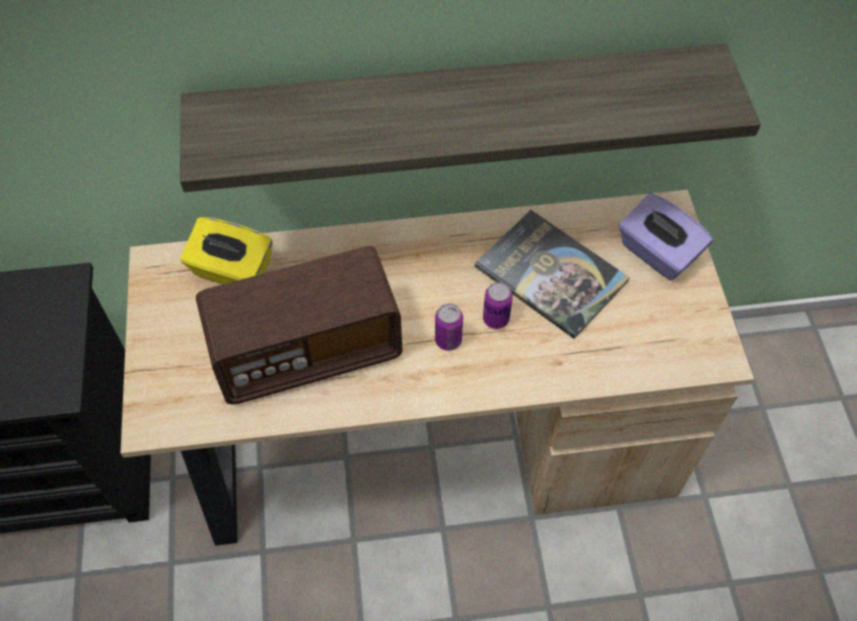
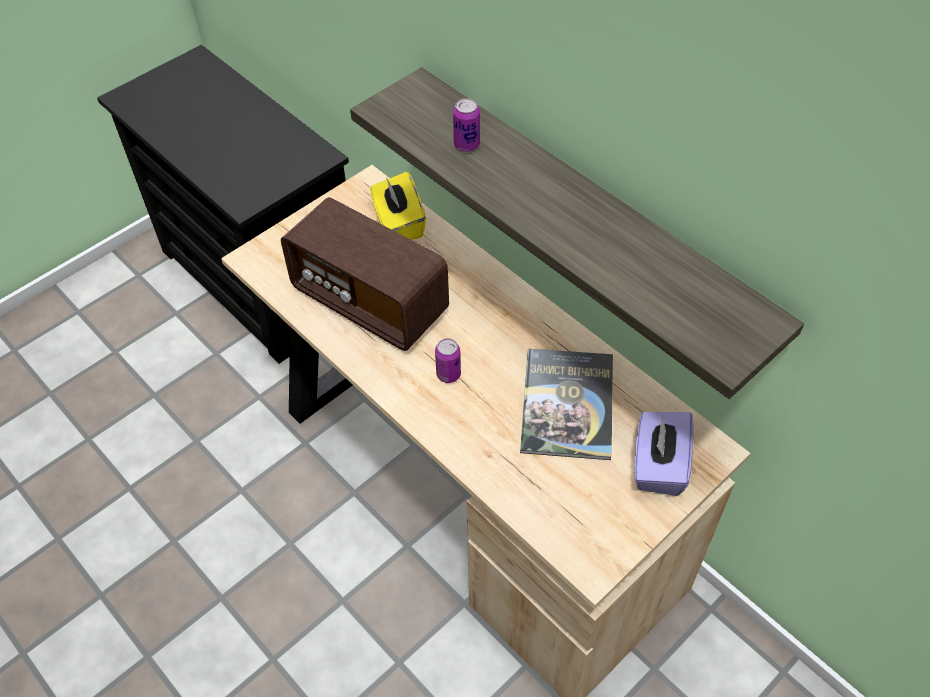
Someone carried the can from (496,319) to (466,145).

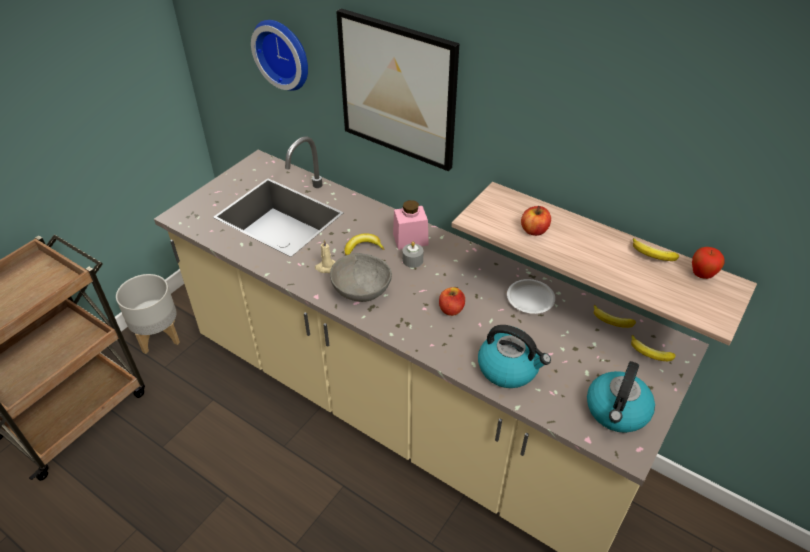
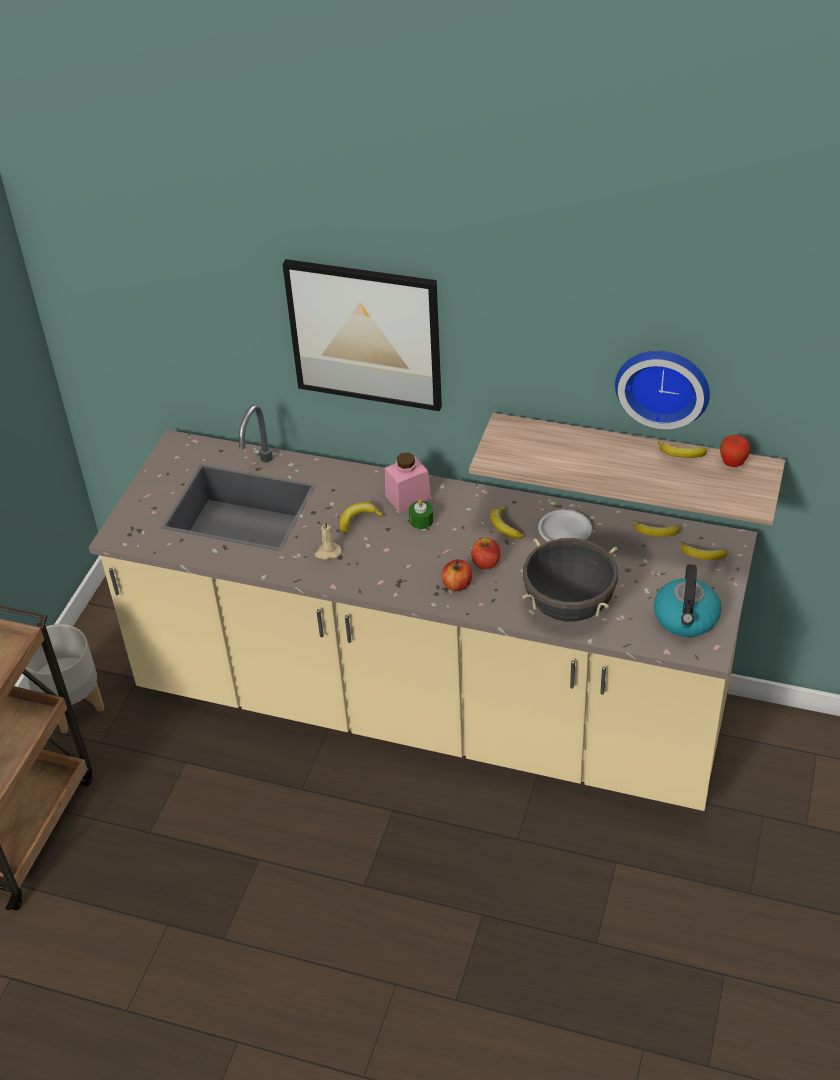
Someone took away the deep dish/gray at (360,291).
Someone put down the banana at (504,527).
Someone carried the hanging clock from (284,53) to (663,384).
Someone carried the whole apple from (534,230) to (457,584).
Someone swapped the tea kettle at (509,368) for the stockpot/black at (568,606).
Someone repainted the wax light/gray at (412,260), which became the wax light/green-coloured at (421,520).

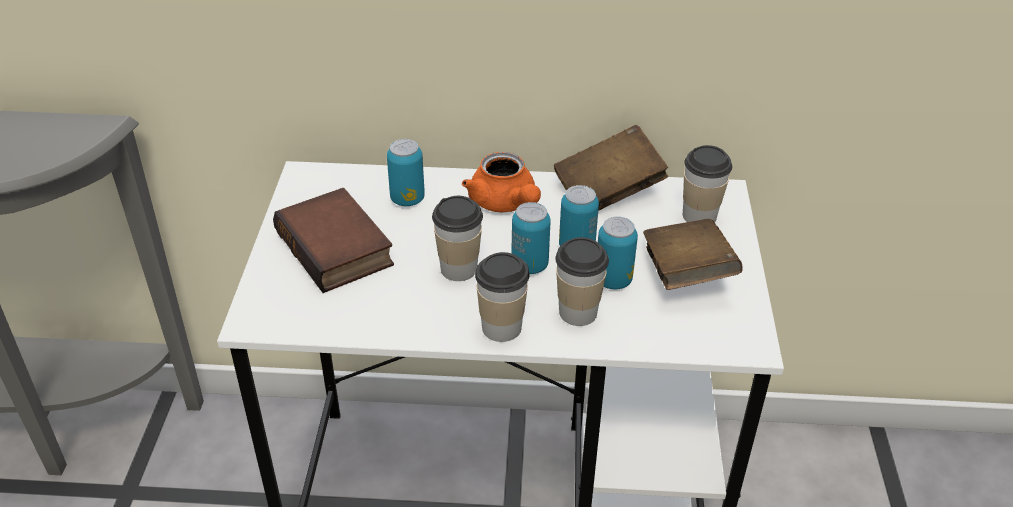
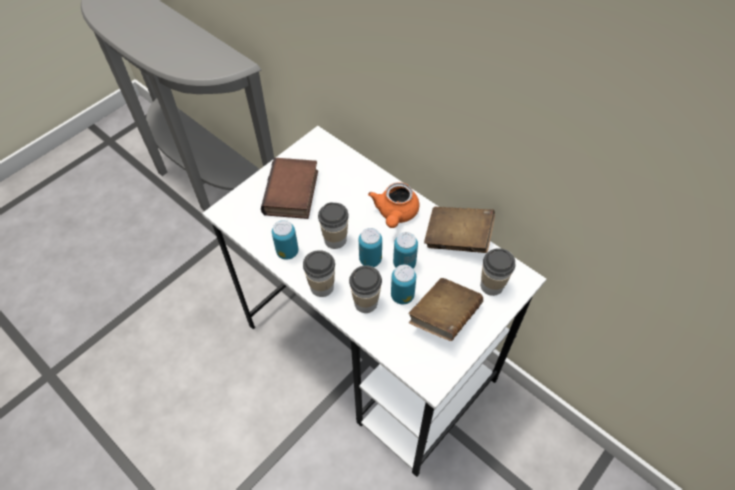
Someone carried the can from (407,199) to (287,252).

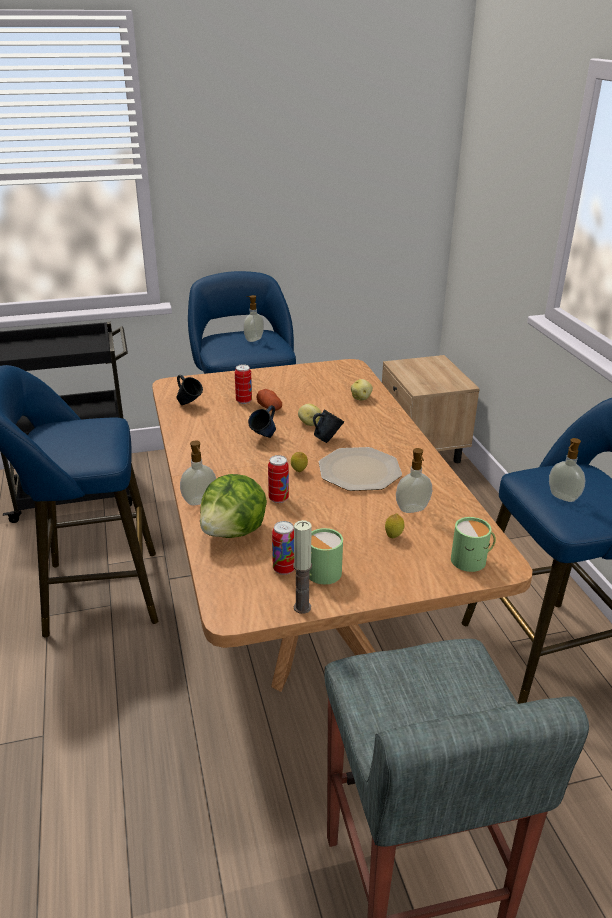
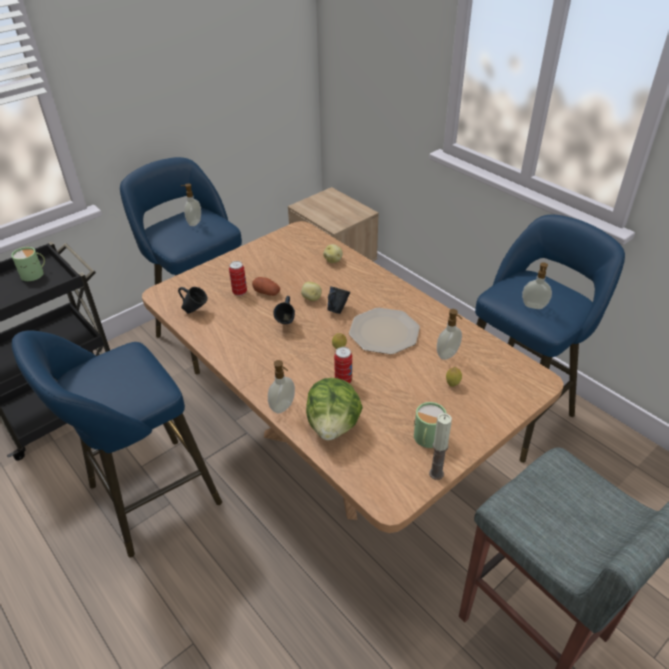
Someone took away the can at (284,569).
Someone carried the tea mug/green-coloured from (472,560) to (35,274).

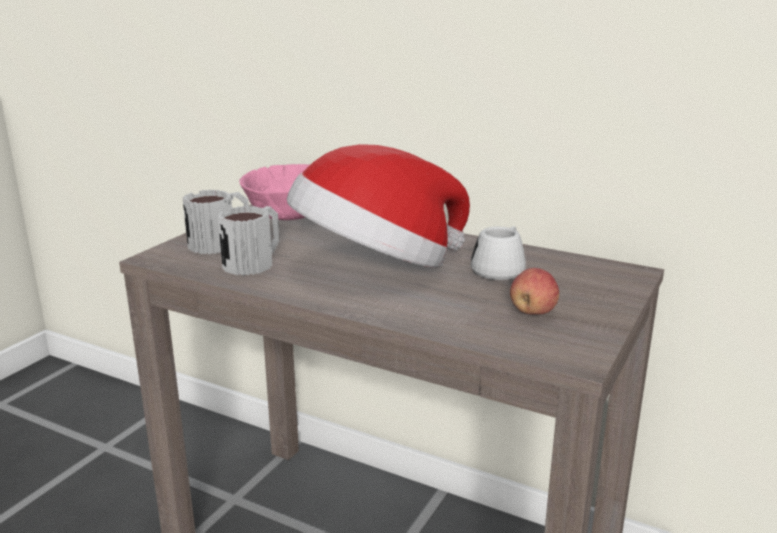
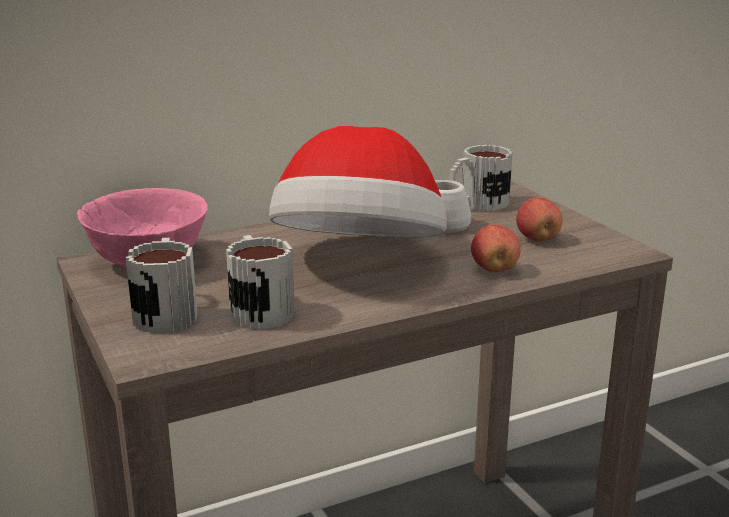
Someone put down the tea mug at (476,204).
Someone put down the whole apple at (494,269).

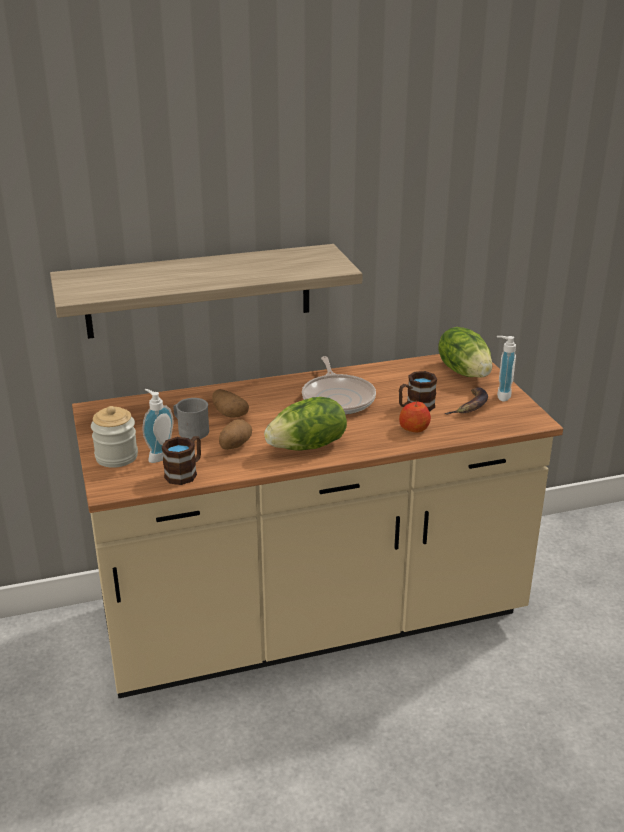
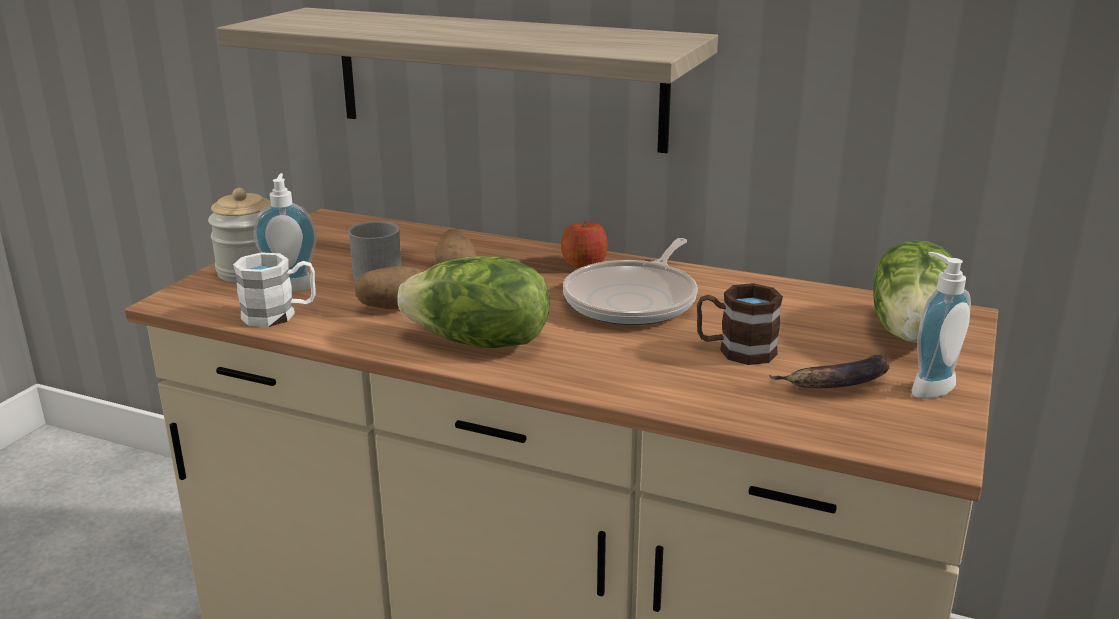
Someone carried the whole apple from (414,428) to (584,264).
Someone repainted the tea mug/brownish at (185,472), which became the tea mug/white at (280,314).

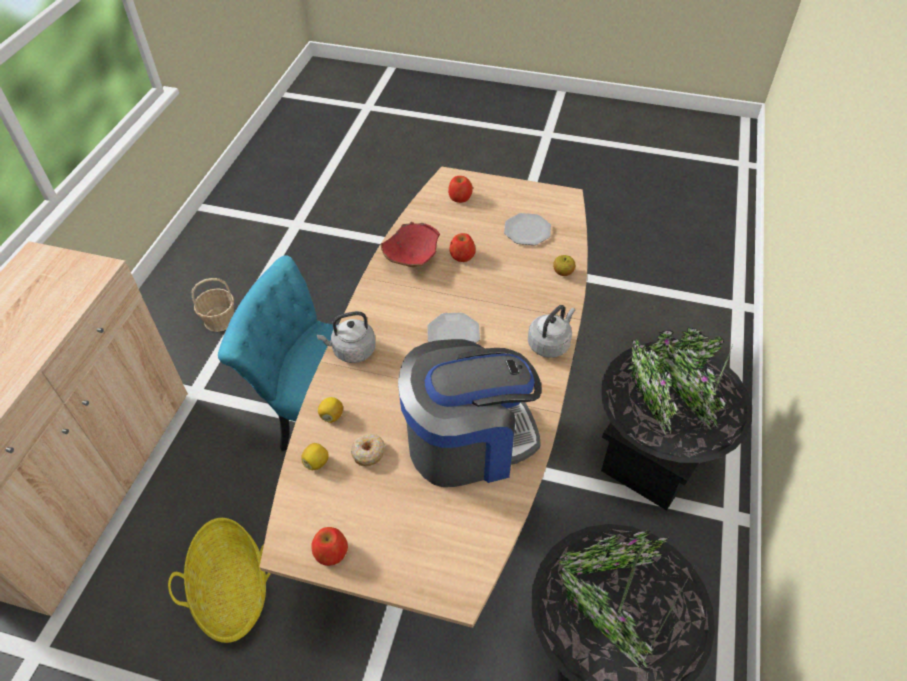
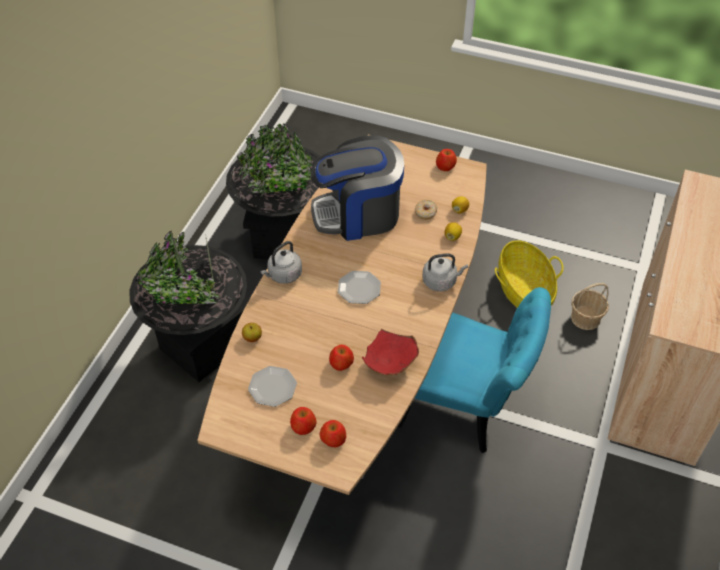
Someone put down the whole apple at (303,426).
Someone carried the household basket from (219,319) to (586,318).

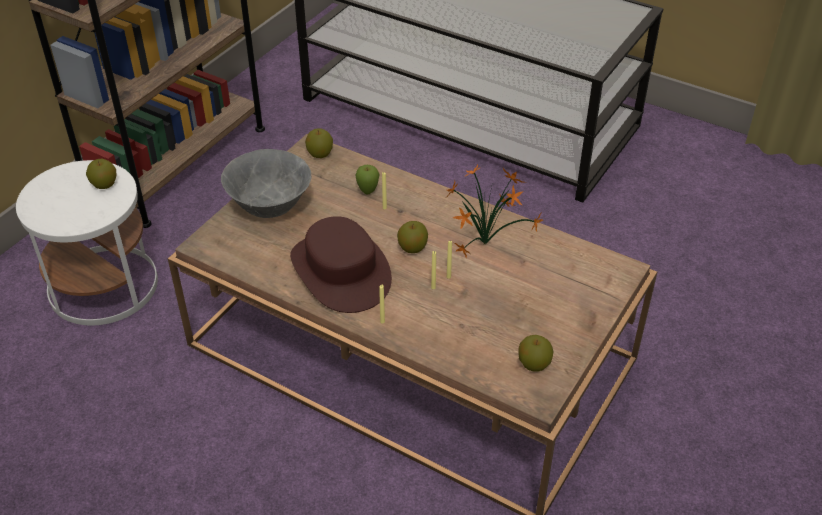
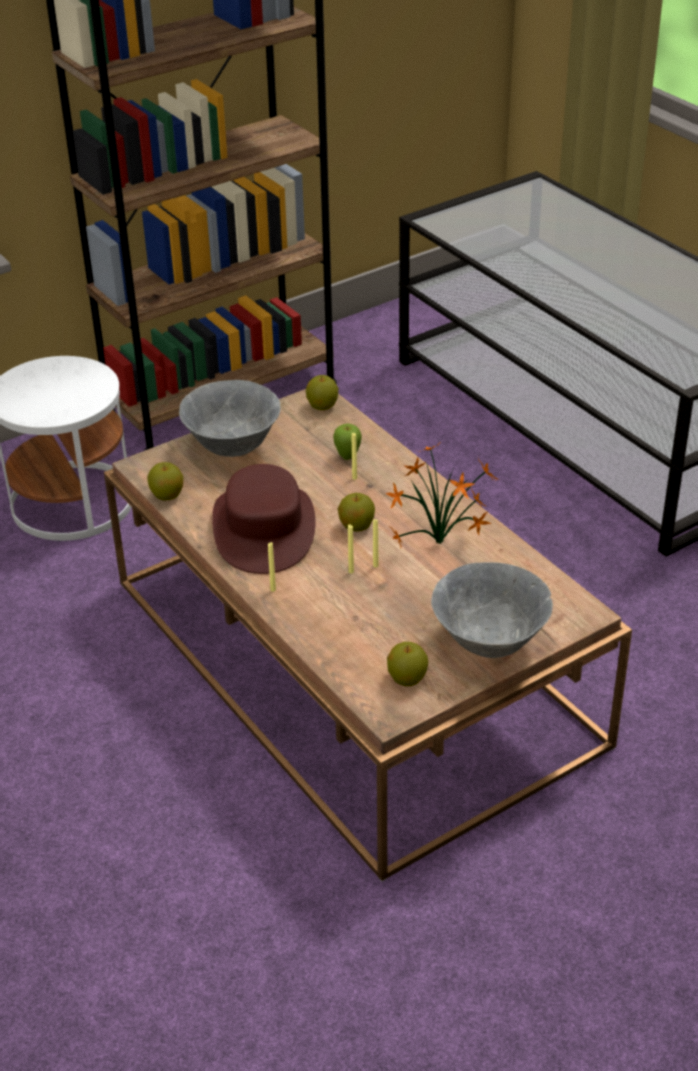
Someone put down the deep dish/gray at (489,643).
Someone carried the whole apple from (104,185) to (167,495).

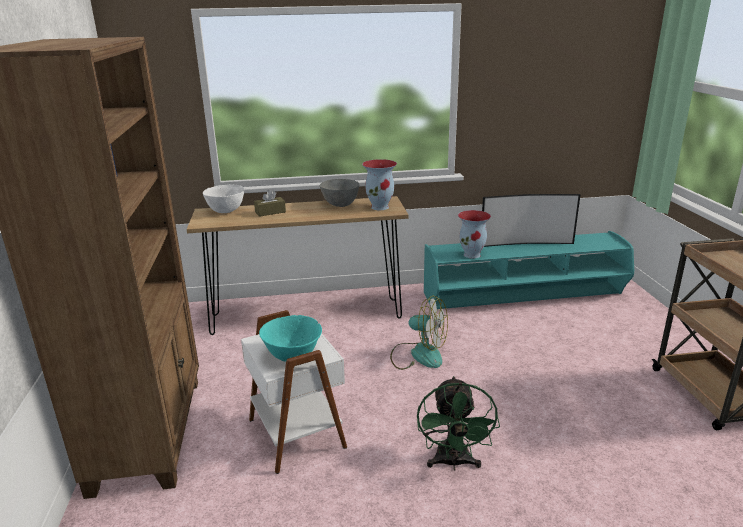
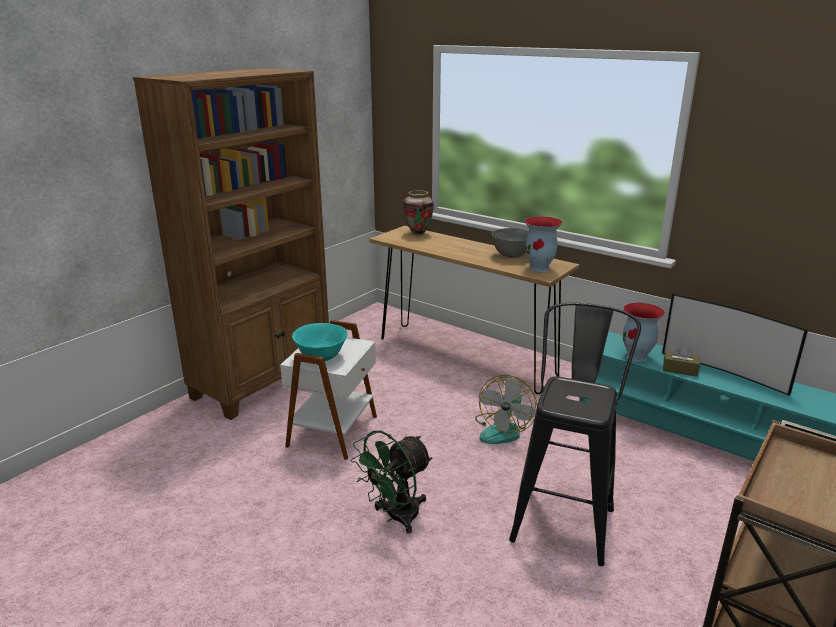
Someone put down the stool/black at (565,517).
Someone carried the tissue box/brownish from (270,212) to (680,370).
Someone swapped the deep dish/white at (225,211) for the vase at (418,234).
Someone rotated the cooling fan at (418,355) by 45 degrees clockwise.

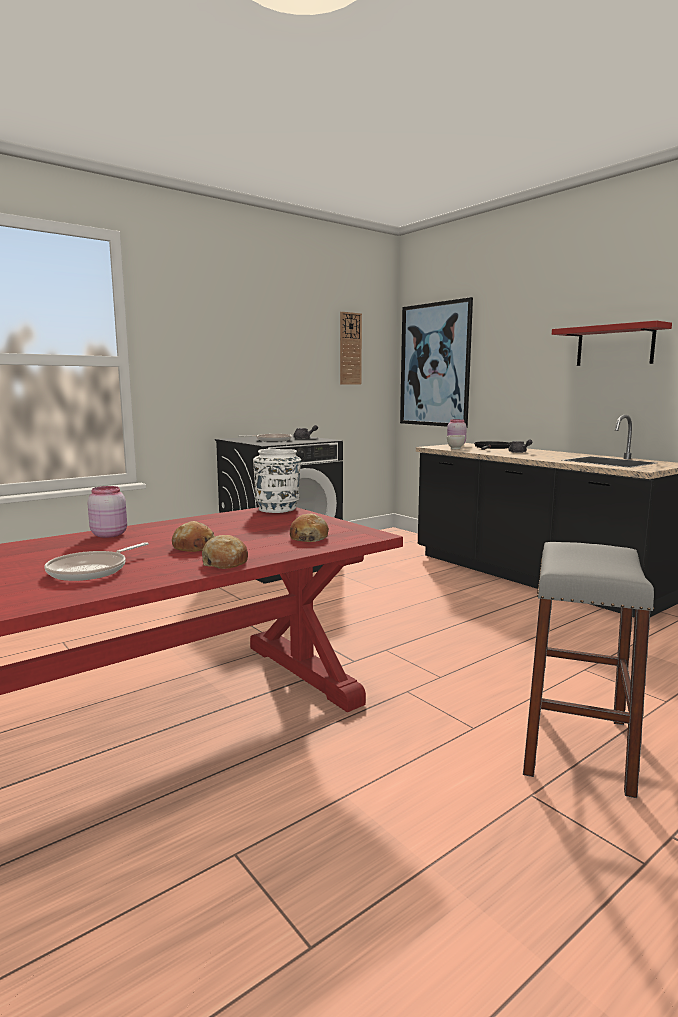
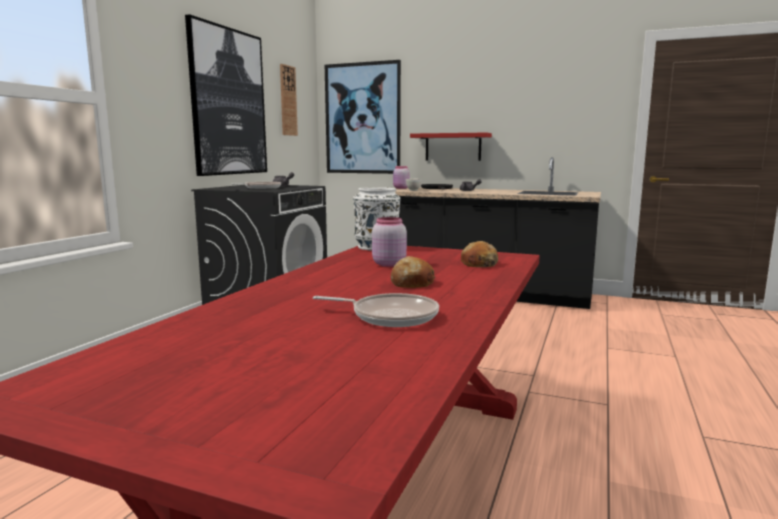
Someone took away the bread at (225,562).
Someone took away the stool/gray at (576,746).
Someone put up the wall picture at (228,102).
Someone carried the storage jar/pink from (109,534) to (388,264).
Someone carried the shelf/red-coloured from (615,345) to (453,147).
Someone rotated the frying pan at (92,570) by 75 degrees counterclockwise.

